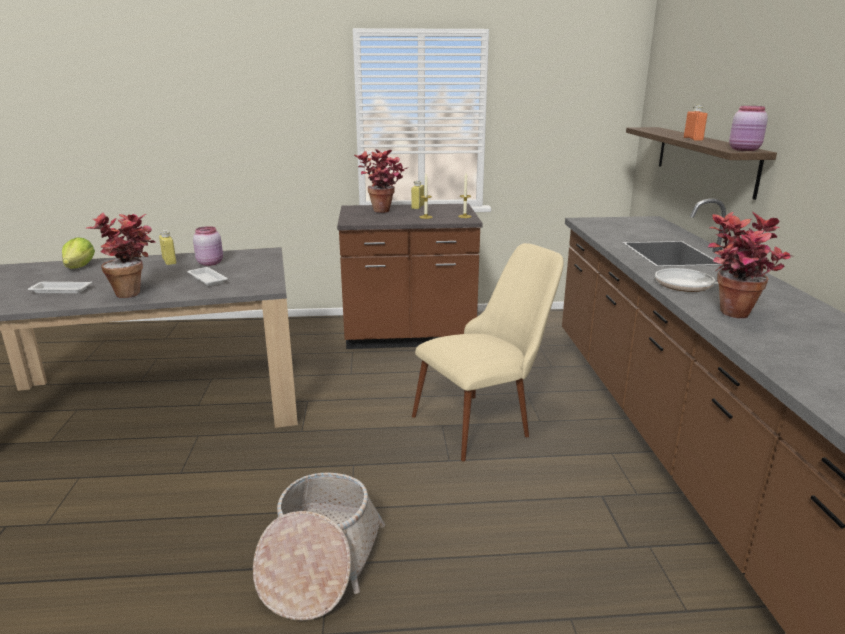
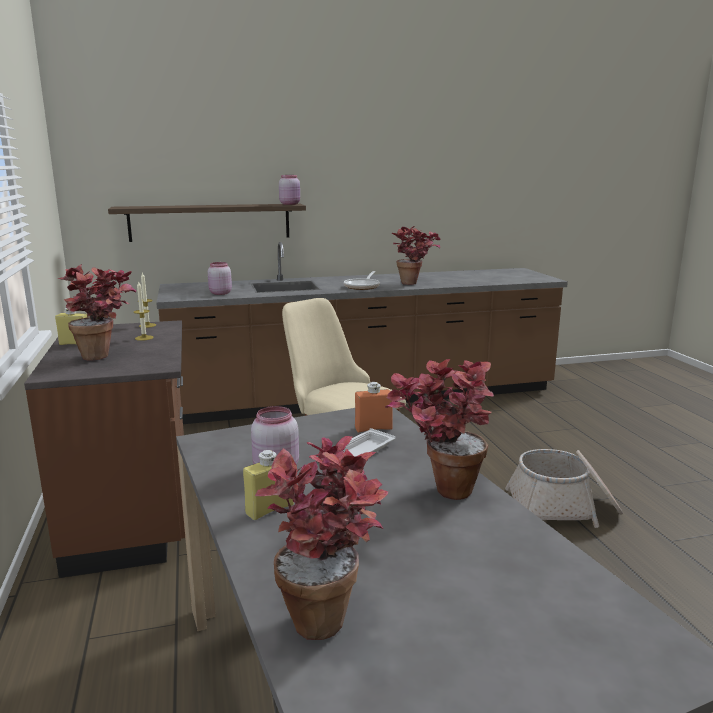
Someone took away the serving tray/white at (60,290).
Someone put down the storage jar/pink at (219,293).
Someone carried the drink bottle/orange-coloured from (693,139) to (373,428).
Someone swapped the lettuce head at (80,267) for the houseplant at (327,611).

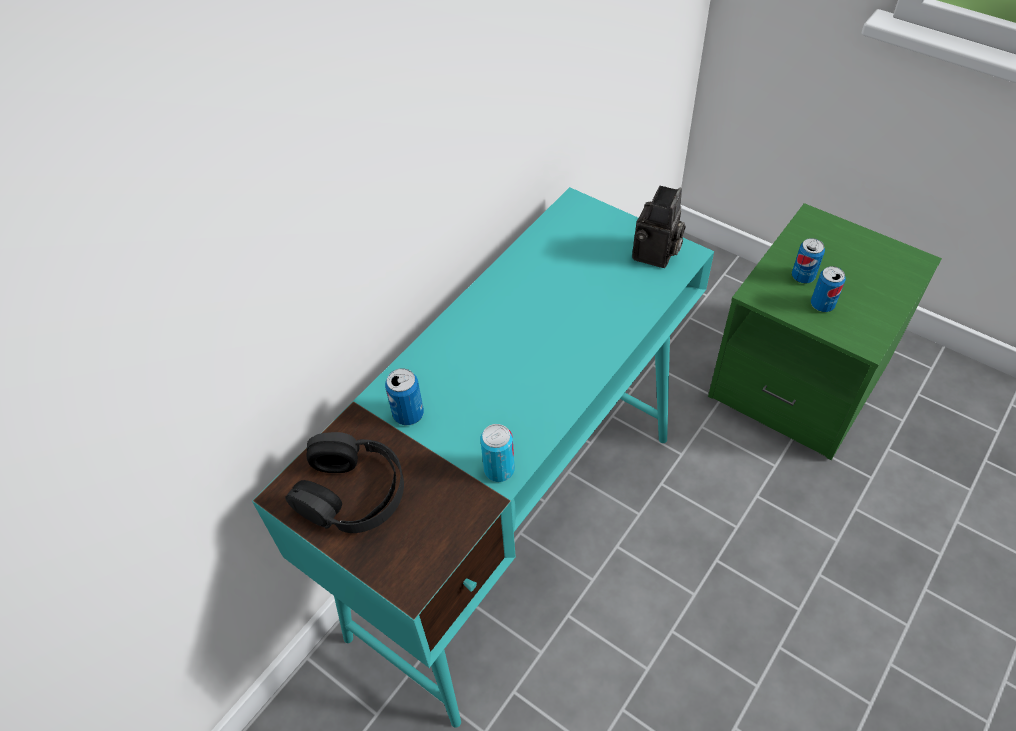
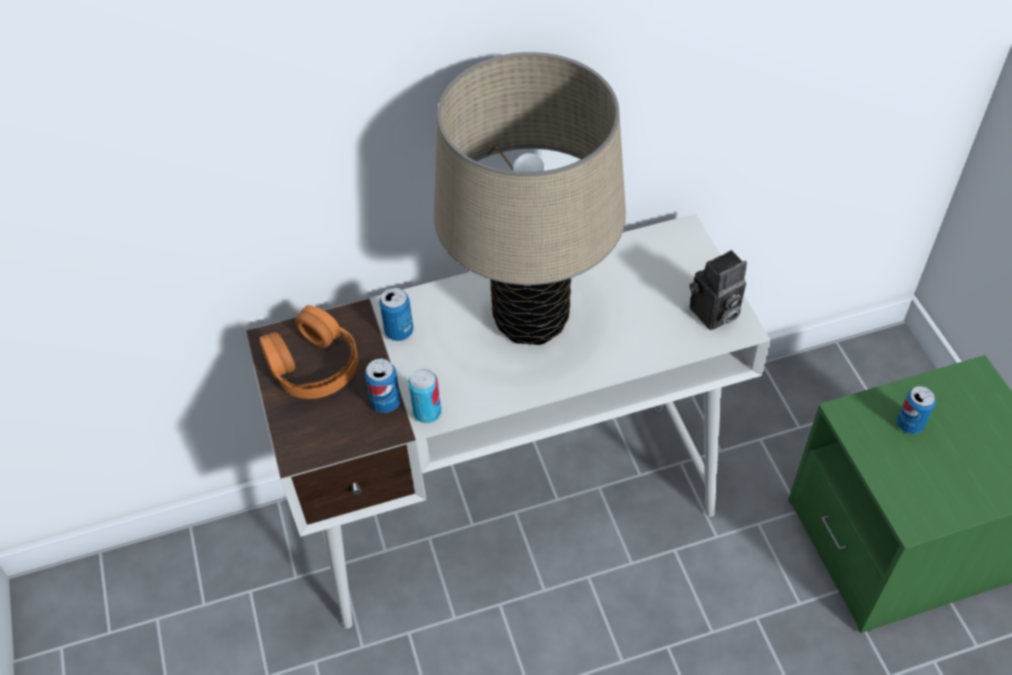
Someone put down the lamp for a table/beige at (531,318).
Someone carried the can from (822,305) to (386,402).
Someone repainted the desk/blue-green at (517,530), which became the desk/white at (514,508).
Someone repainted the headphones/black at (352,492), which became the headphones/orange-coloured at (313,365).

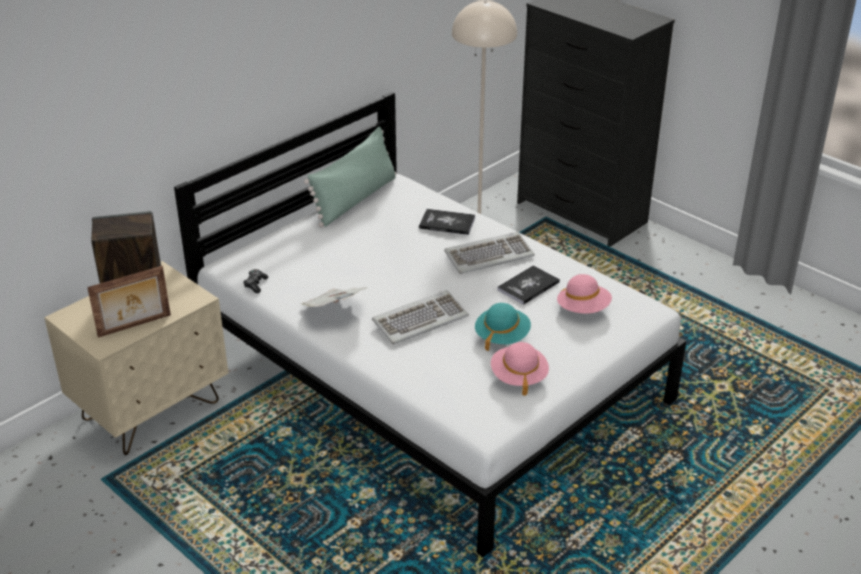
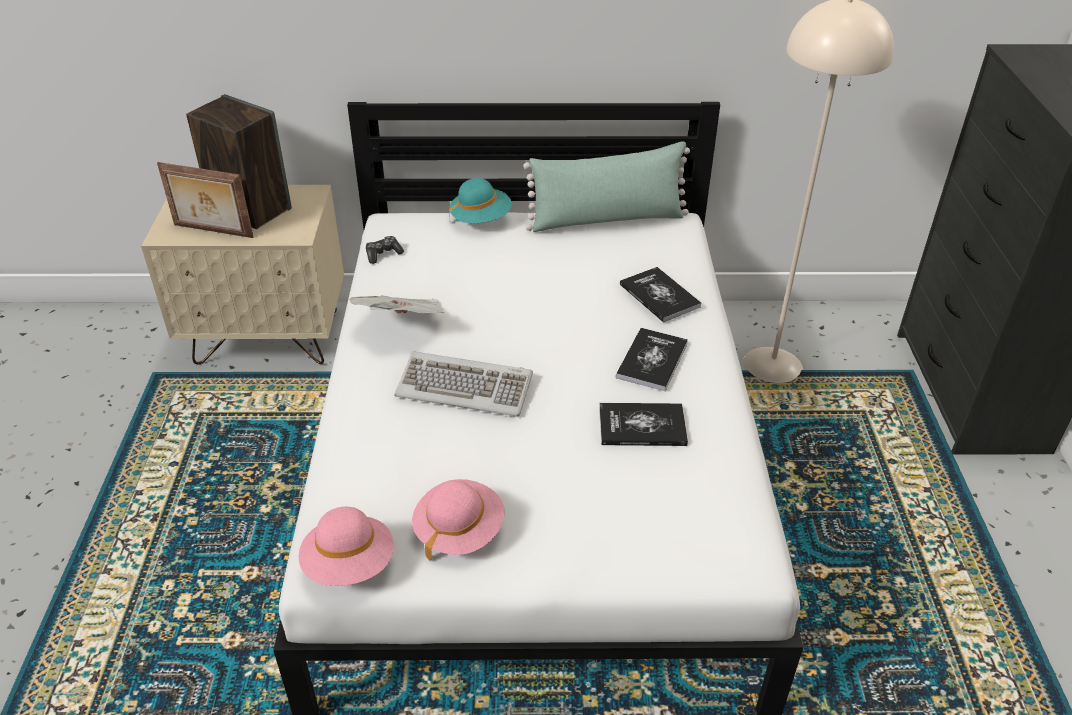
Someone carried the clothing hat/blue-green from (502,336) to (481,219).
Someone carried the clothing hat/pink from (583,309) to (349,564).
Someone swapped the keyboard at (489,255) for the bound book at (652,360).

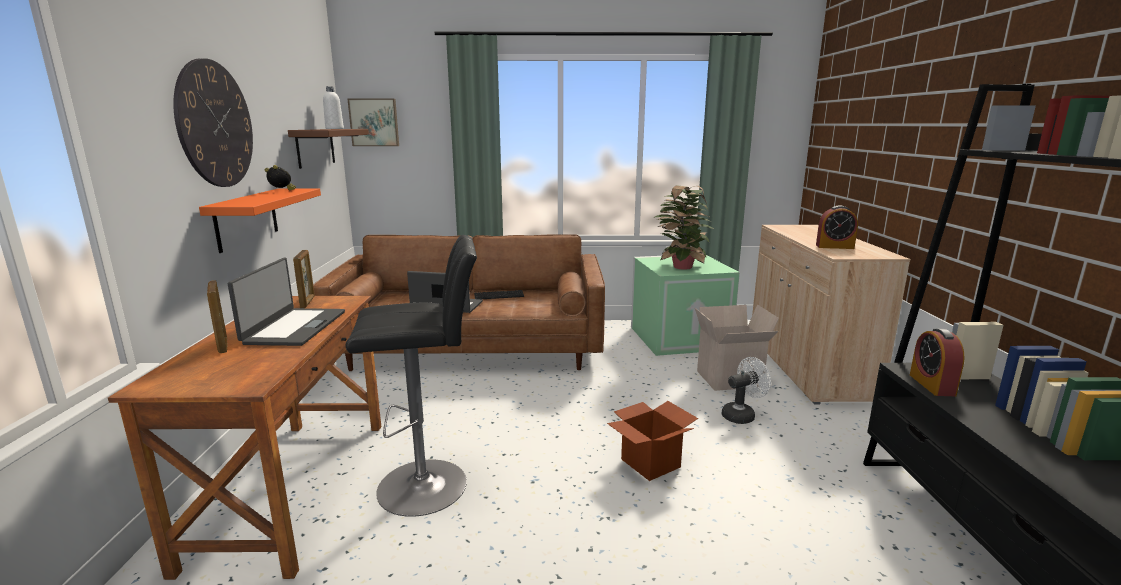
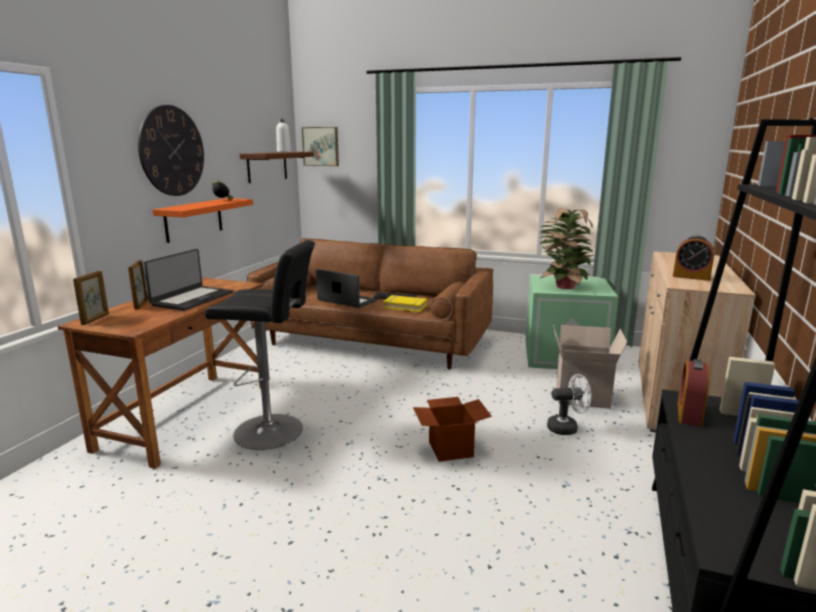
Someone put down the bound book/yellowish at (405,306).
Someone carried the standing frame from (308,302) to (96,319).

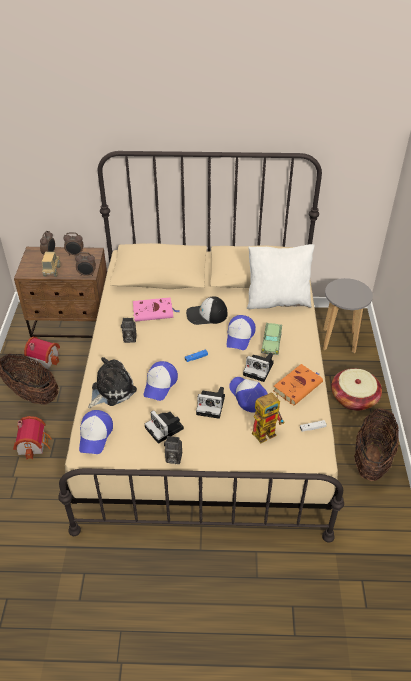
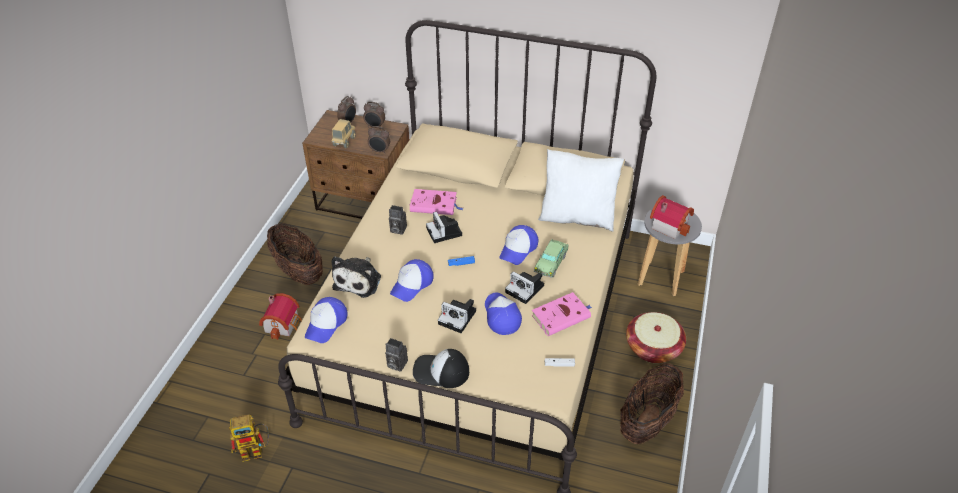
Someone carried the miniature house from (44,358) to (669,225).
Someone carried the photo camera from (165,429) to (445,232).
Someone carried the baseball cap from (206,315) to (440,371).
Someone carried the model robot from (267,431) to (256,450).
Someone repainted the bound book/orange-coloured at (298,386), which became the bound book/pink at (562,316).
Someone rotated the plush toy at (111,390) by 135 degrees clockwise.

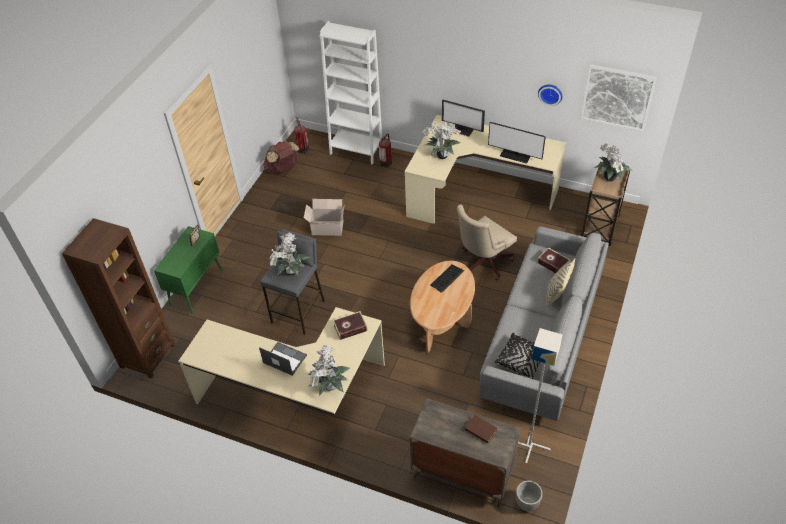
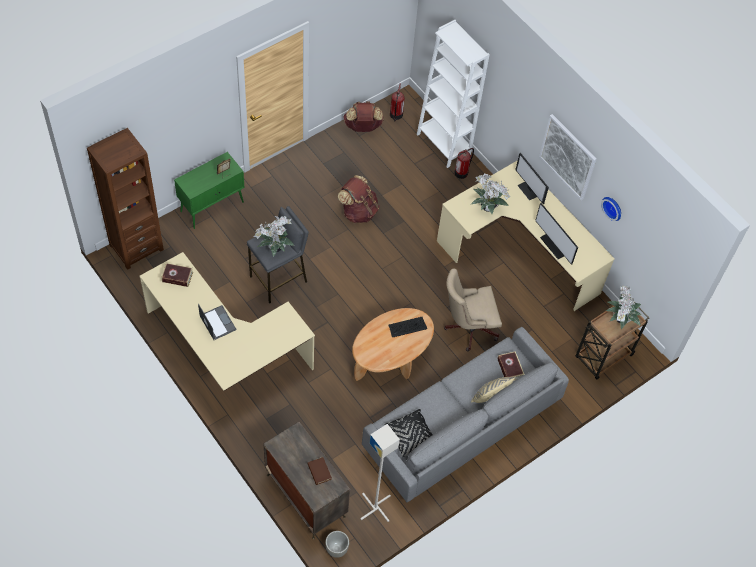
Someone took away the houseplant at (329,386).
Someone carried the bound book from (350,328) to (177,277).
Someone carried the wall picture from (617,97) to (568,156).
Someone swapped the carton at (326,228) for the rucksack/brownish at (358,211).

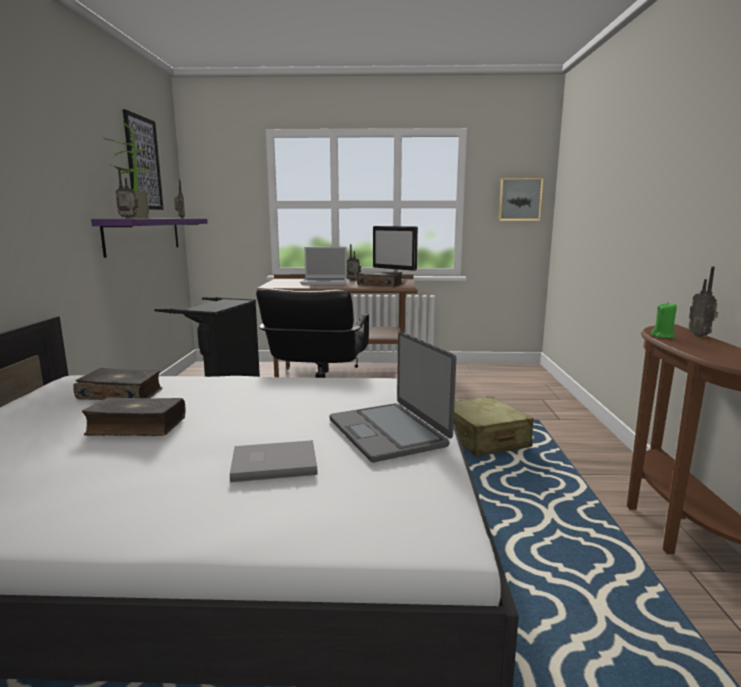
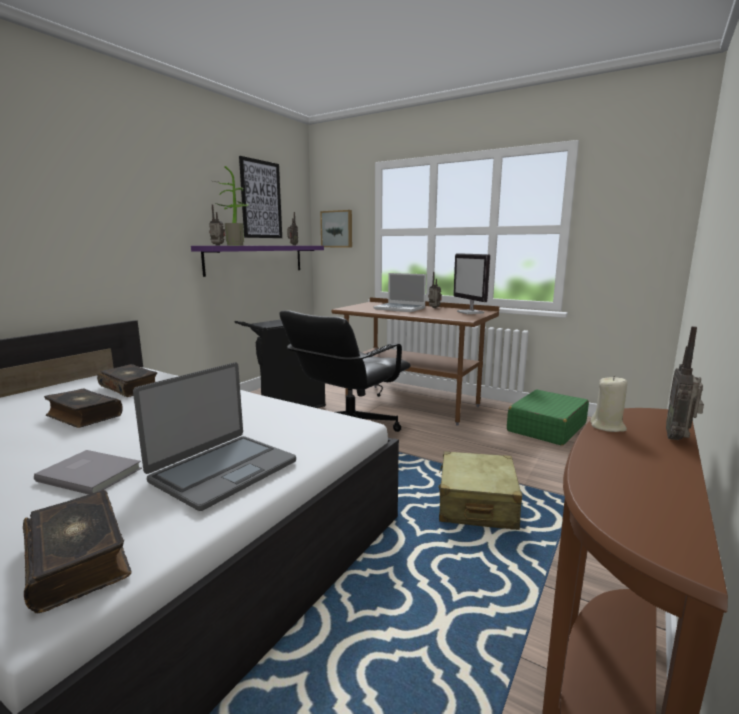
Someone put down the piece of luggage/green-coloured at (546,427).
Someone carried the bound book from (380,285) to (79,559).
Someone carried the wall picture from (519,199) to (337,229).
Someone repainted the wax light/green-coloured at (663,336), which became the wax light/beige at (607,427).
Someone rotated the laptop at (388,432) by 150 degrees counterclockwise.

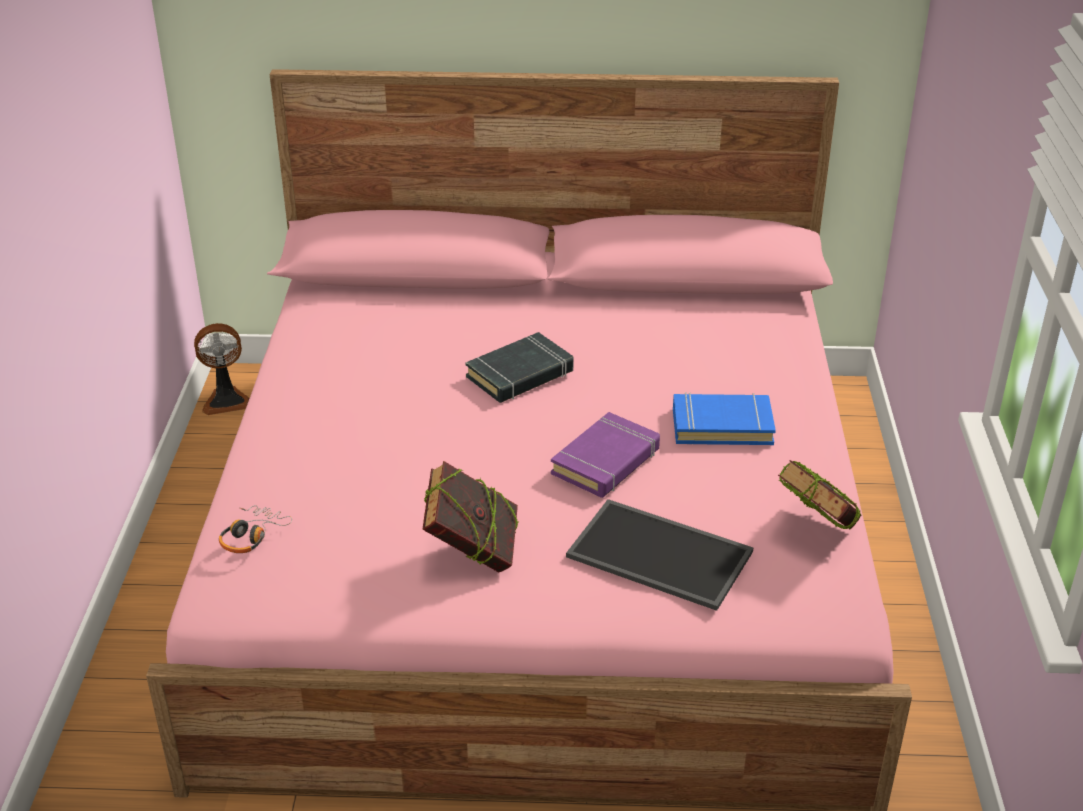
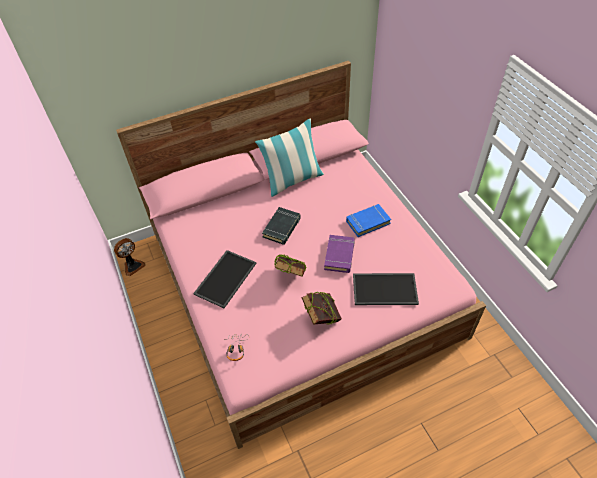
Someone put down the serving tray at (225,277).
Someone put down the cushion at (292,180).
Someone carried the bound book from (815,533) to (291,276).

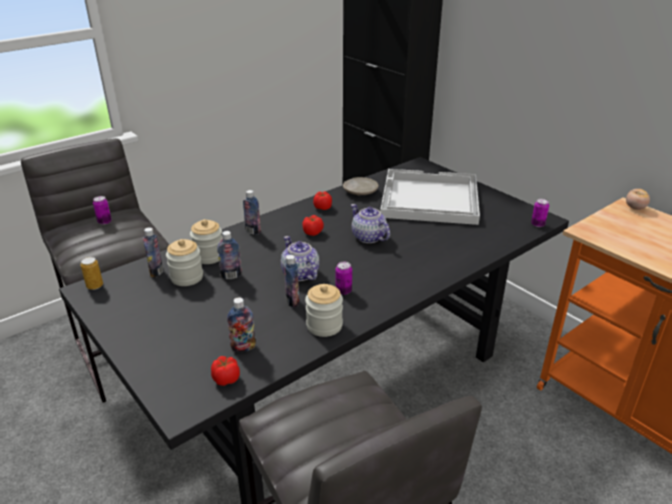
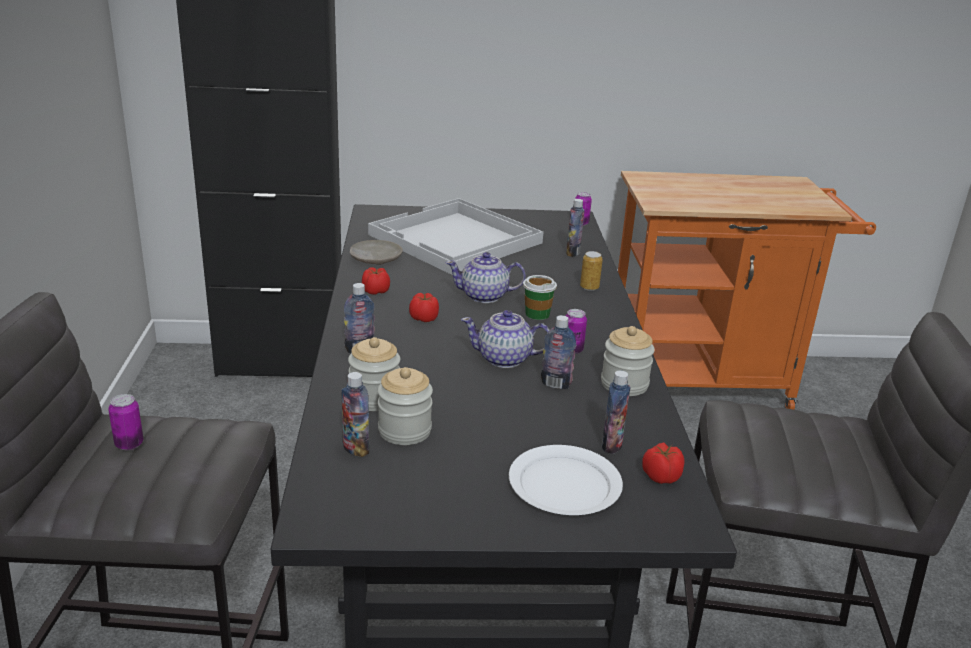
Someone took away the fresh tomato at (635,208).
Someone put down the plate/white at (563,484).
Someone put down the drinking cup at (537,314).
Someone carried the can from (95,286) to (589,287).
Someone carried the drink bottle from (231,276) to (573,253).

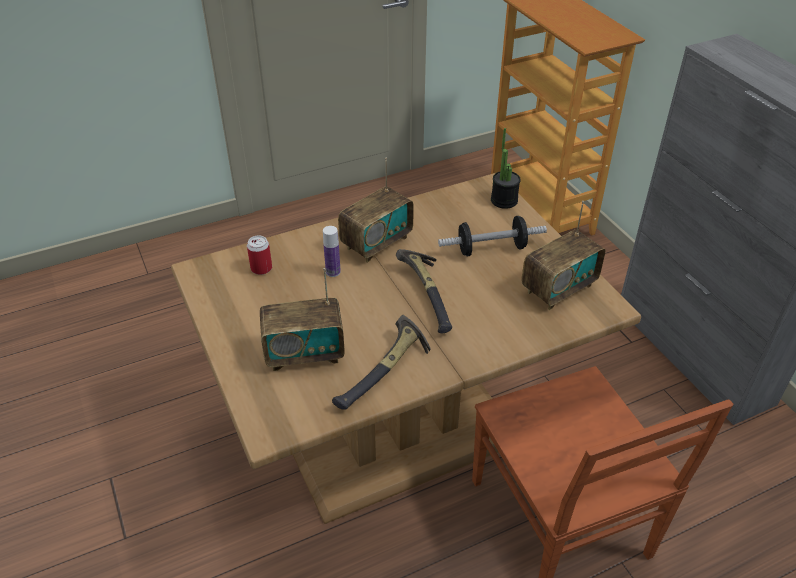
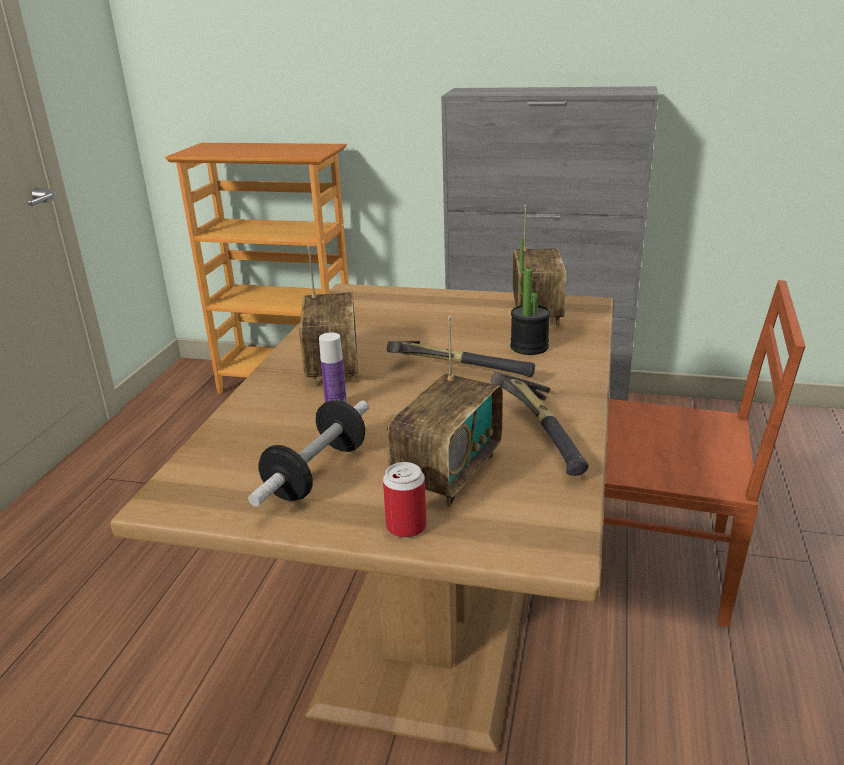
Someone carried the can from (261,268) to (406,526).
Someone carried the dumbbell from (491,249) to (317,473).
Someone carried the houseplant from (504,200) to (529,347).

